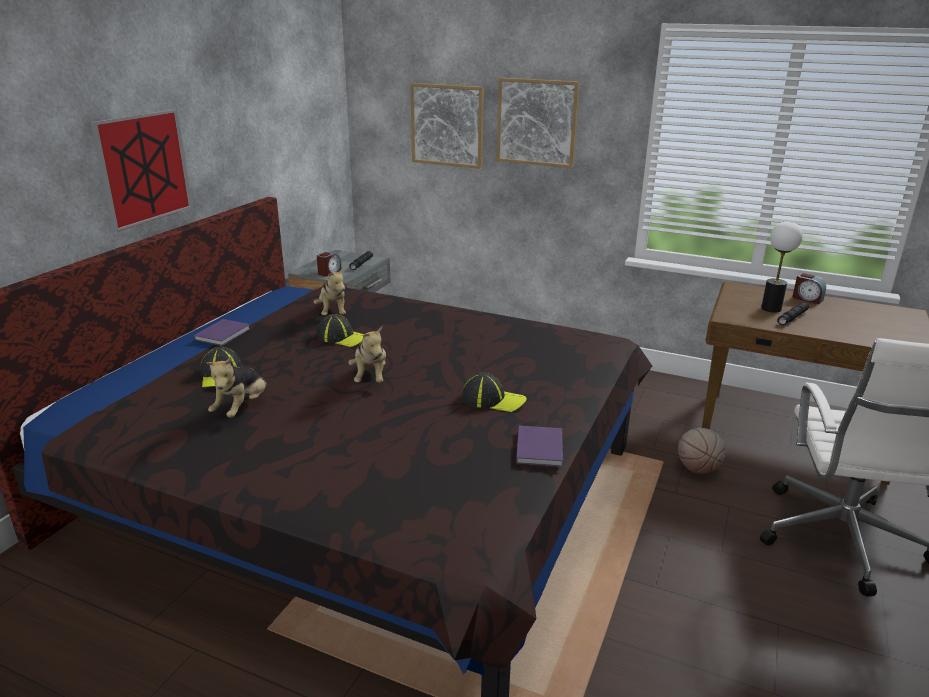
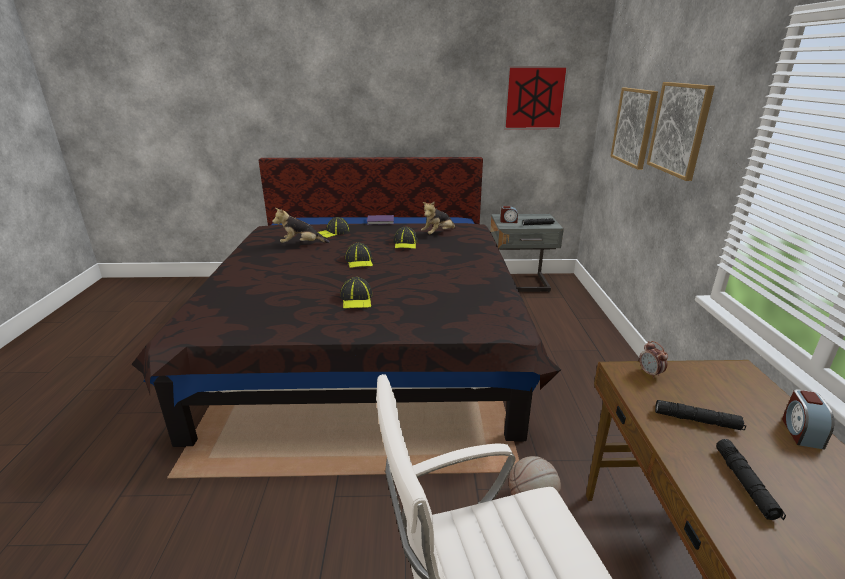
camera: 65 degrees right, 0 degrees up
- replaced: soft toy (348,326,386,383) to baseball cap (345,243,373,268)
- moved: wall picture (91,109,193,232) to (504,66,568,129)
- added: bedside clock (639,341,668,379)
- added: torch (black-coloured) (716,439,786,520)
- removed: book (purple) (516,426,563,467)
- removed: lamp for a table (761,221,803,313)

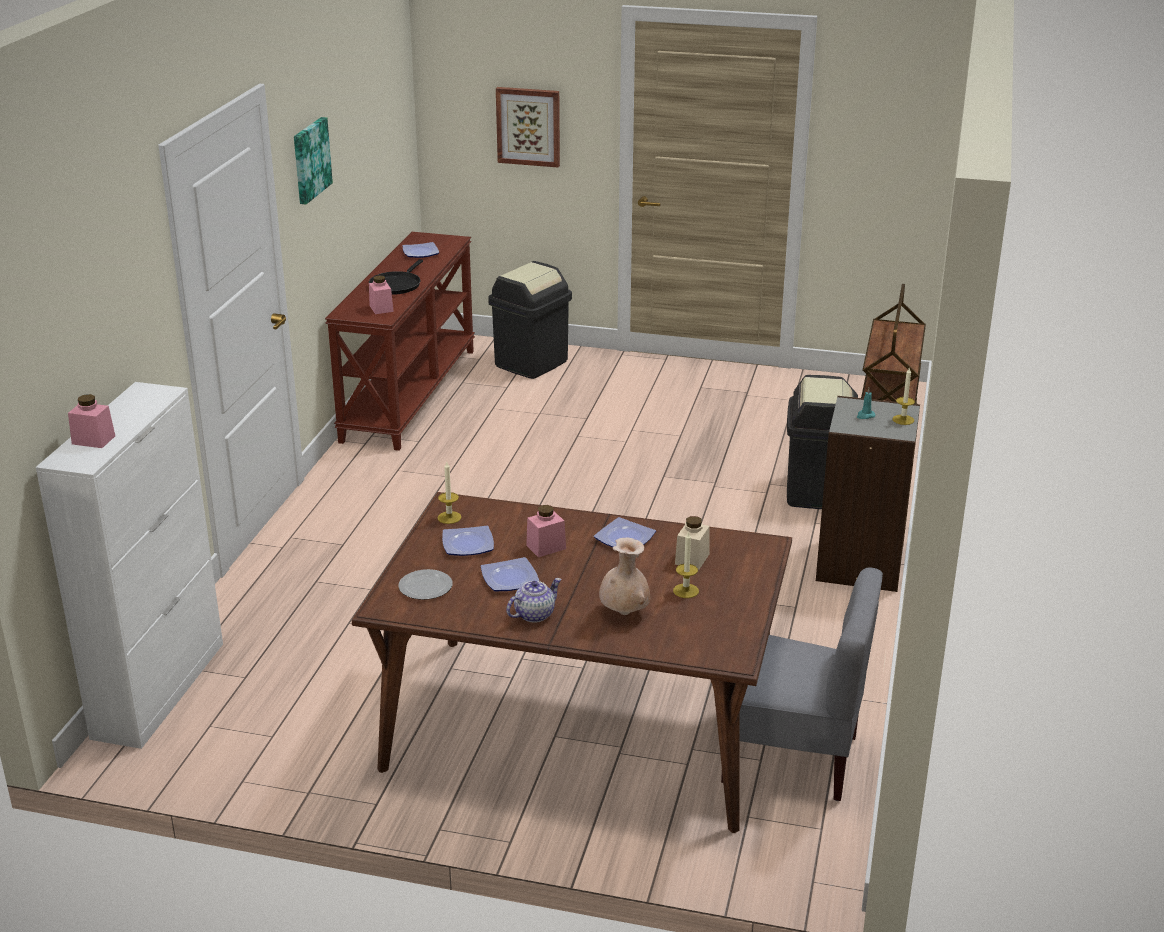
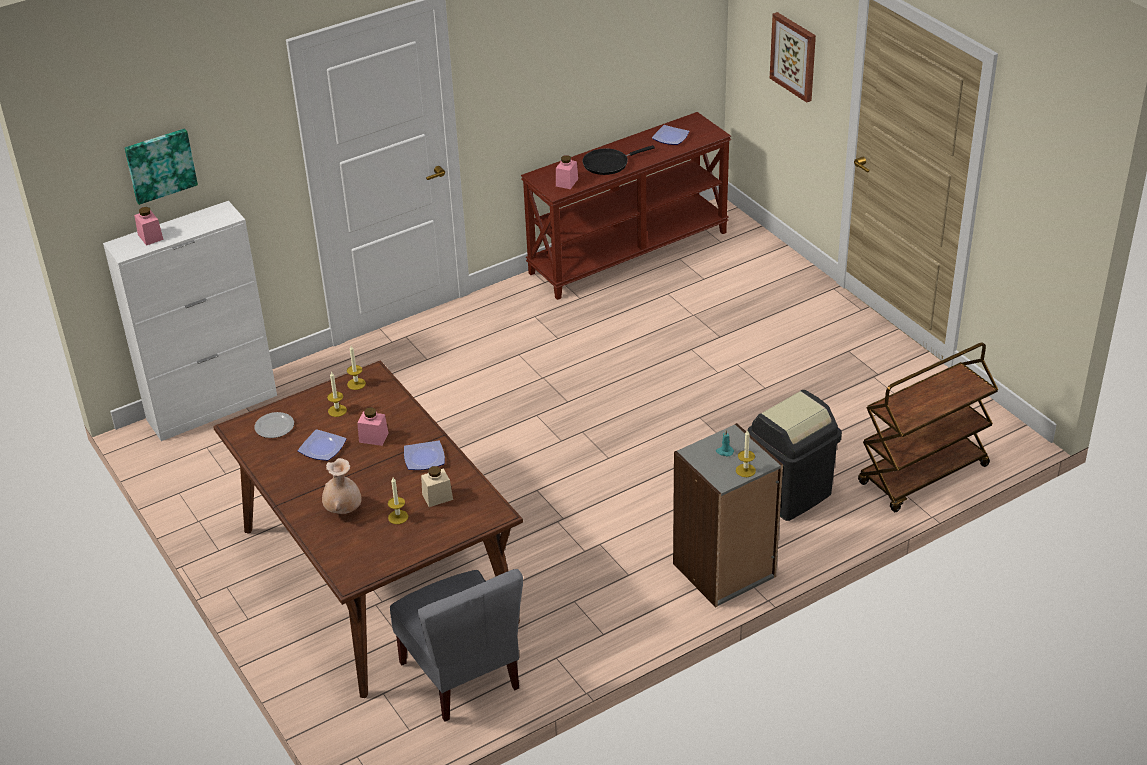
camera: 45 degrees right, 10 degrees up
- moved: wall picture (294,117,333,204) to (124,129,198,205)
- replaced: dinner plate (442,526,494,556) to candle (327,371,347,417)
- removed: rubbish bin (black-coloured) (488,261,572,379)
- removed: teapot (506,578,562,623)

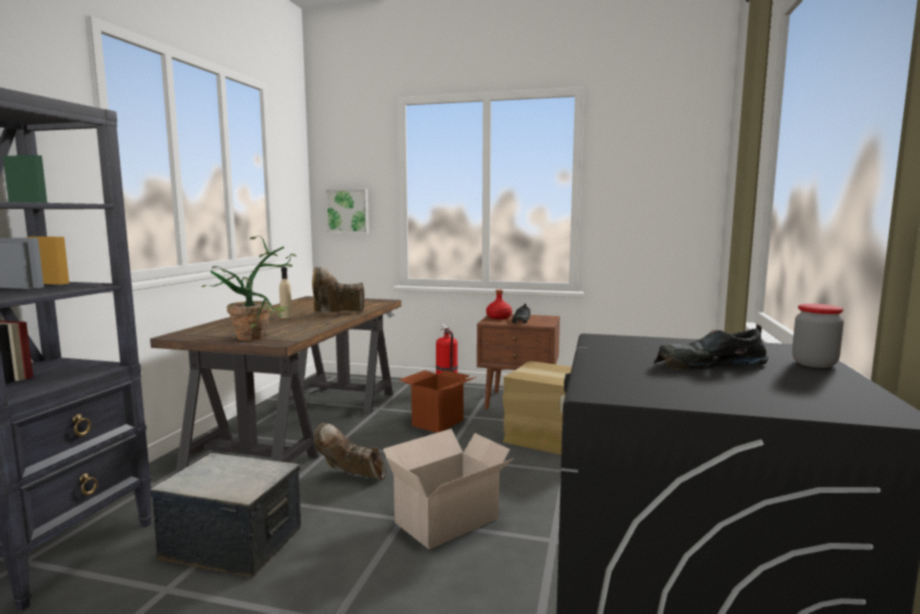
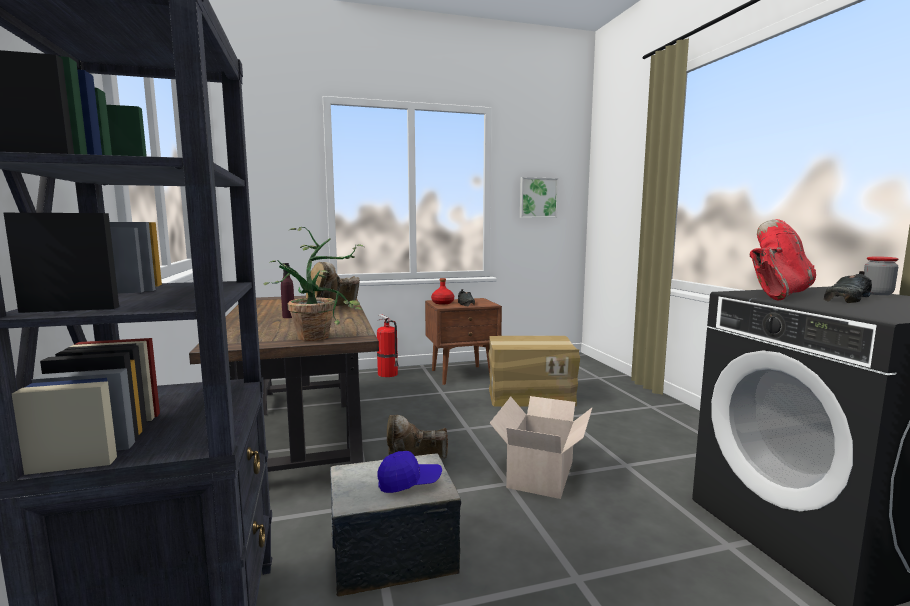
camera: 30 degrees left, 0 degrees up
- recoloured: beverage bottle (beige) (279,267,292,318) to beverage bottle (purple) (281,263,294,318)
- added: baseball cap (blue) (377,451,442,493)
- moved: wall picture (325,189,369,234) to (520,177,559,218)
- added: high-top boot (red) (750,219,816,300)
- removed: packing box (399,370,476,433)

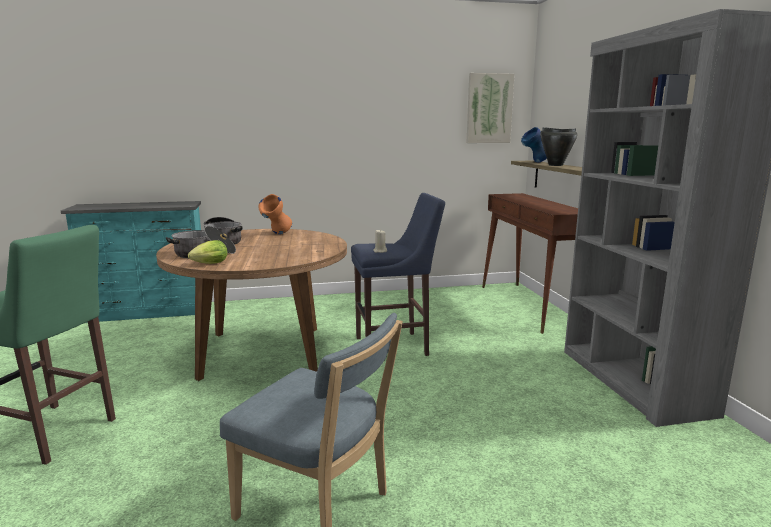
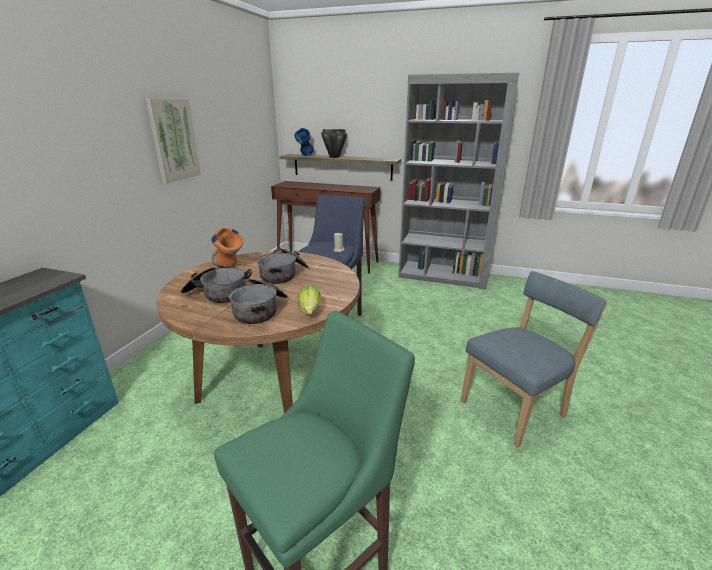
camera: 60 degrees left, 10 degrees up
- moved: wall picture (466,73,515,143) to (146,98,201,183)
- added: saucepot (257,248,309,284)

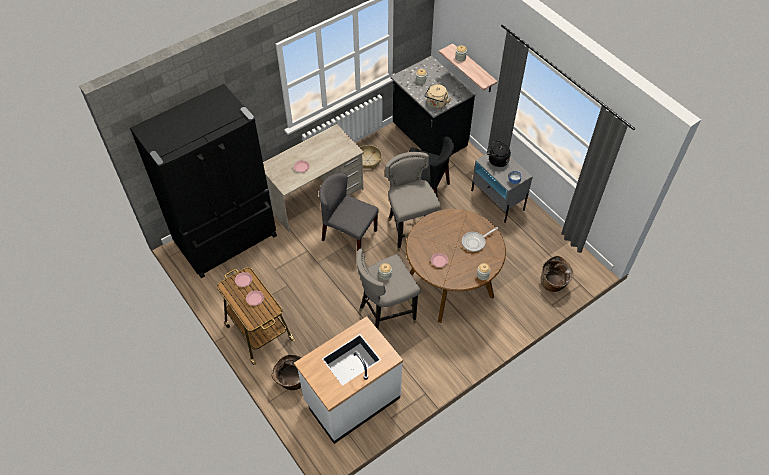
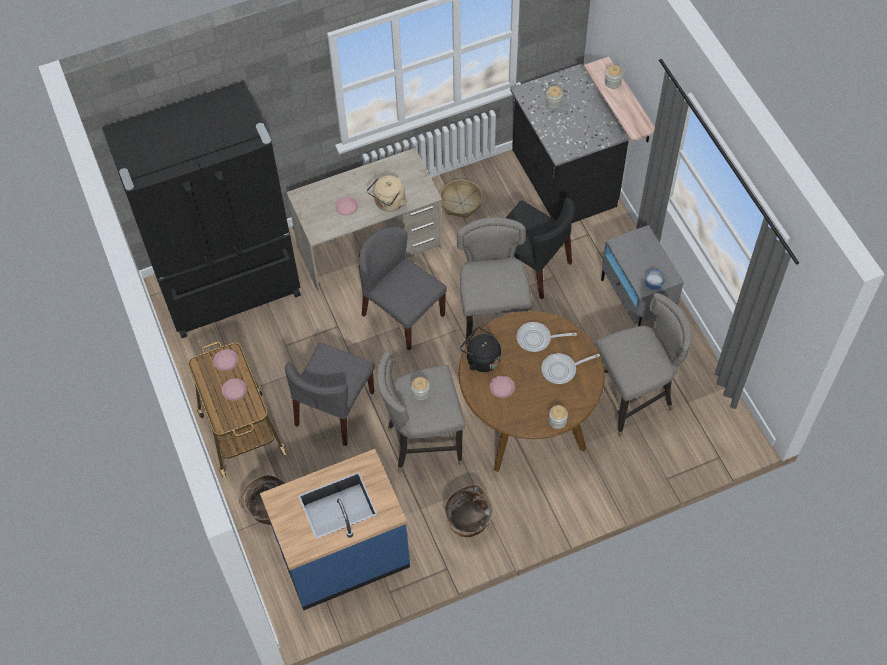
camera: 15 degrees right, 5 degrees up
- recoloured: kitchen base unit (whitish) (294,316,403,444) to kitchen base unit (blue) (260,449,410,610)
- added: chair (gray) (285,343,375,446)
- moved: kettle (beige) (425,84,452,109) to (367,176,408,212)
- moved: basket (541,256,574,292) to (445,484,493,537)
- moved: kettle (black-coloured) (487,140,511,167) to (460,327,501,372)
- added: frying pan (517,322,577,352)
- added: stool (gray) (595,293,692,437)

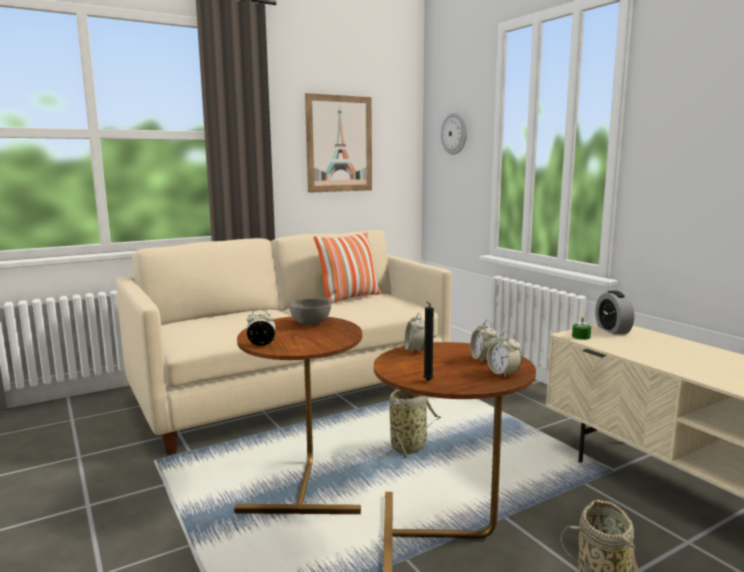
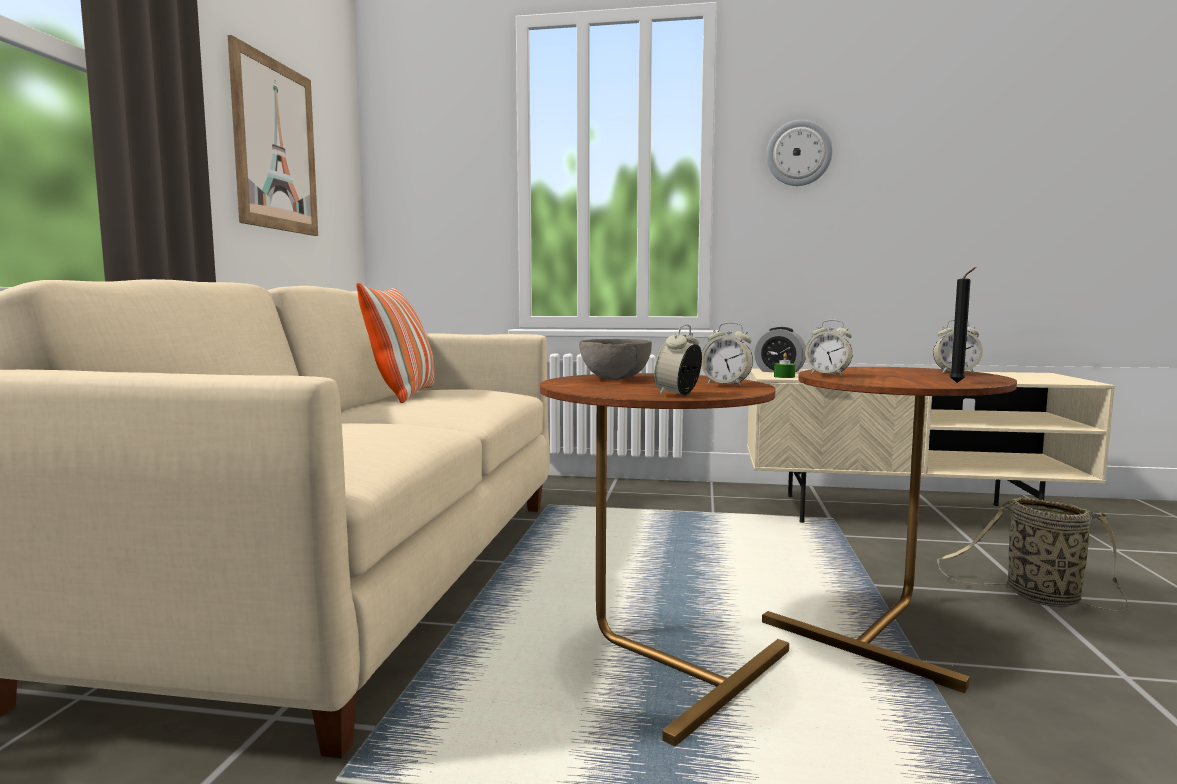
camera: 50 degrees left, 5 degrees down
- moved: bedside clock (470,320,497,363) to (701,322,753,386)
- moved: wall clock (441,113,467,155) to (766,120,833,186)
- removed: basket (382,390,441,460)

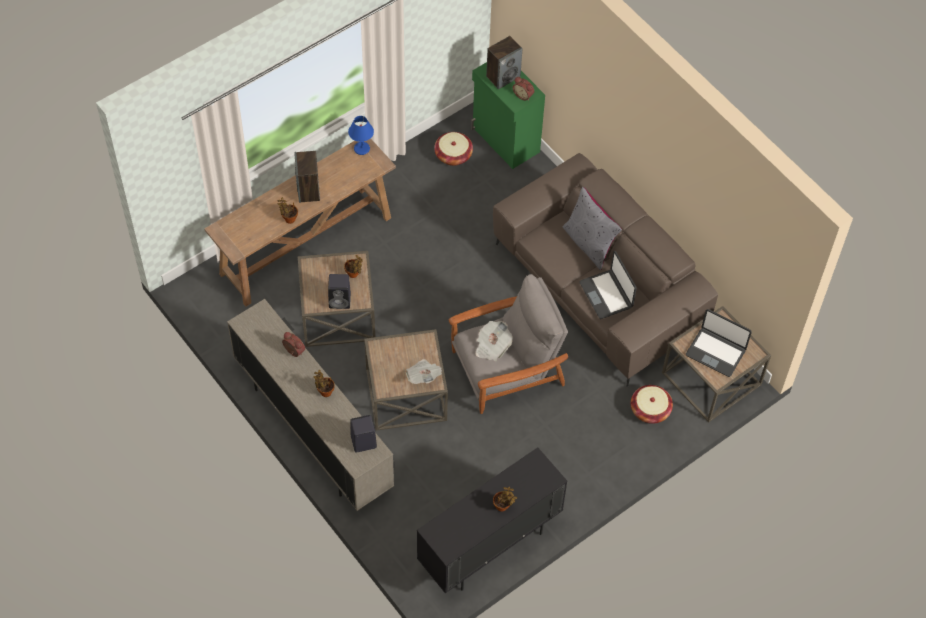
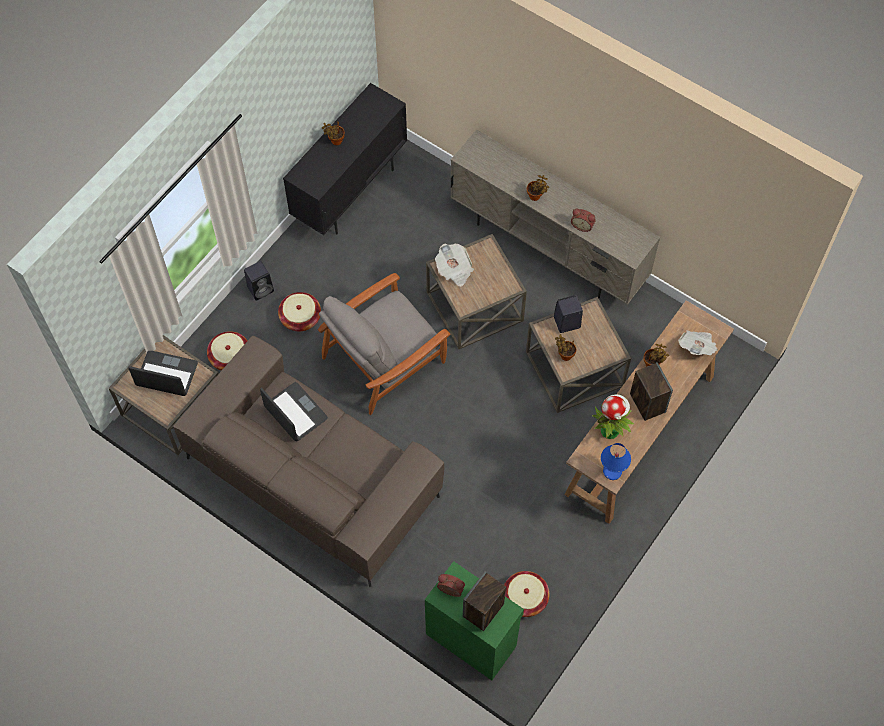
camera: 165 degrees right, 5 degrees up
- moved: loudspeaker (black-coloured) (350,415,377,453) to (244,261,274,300)
- added: basket (278,292,321,331)
- added: plant in a pot (592,394,634,439)
- moved: daily paper (475,321,513,361) to (678,330,718,355)
- removed: pillow (gray) (563,187,622,270)

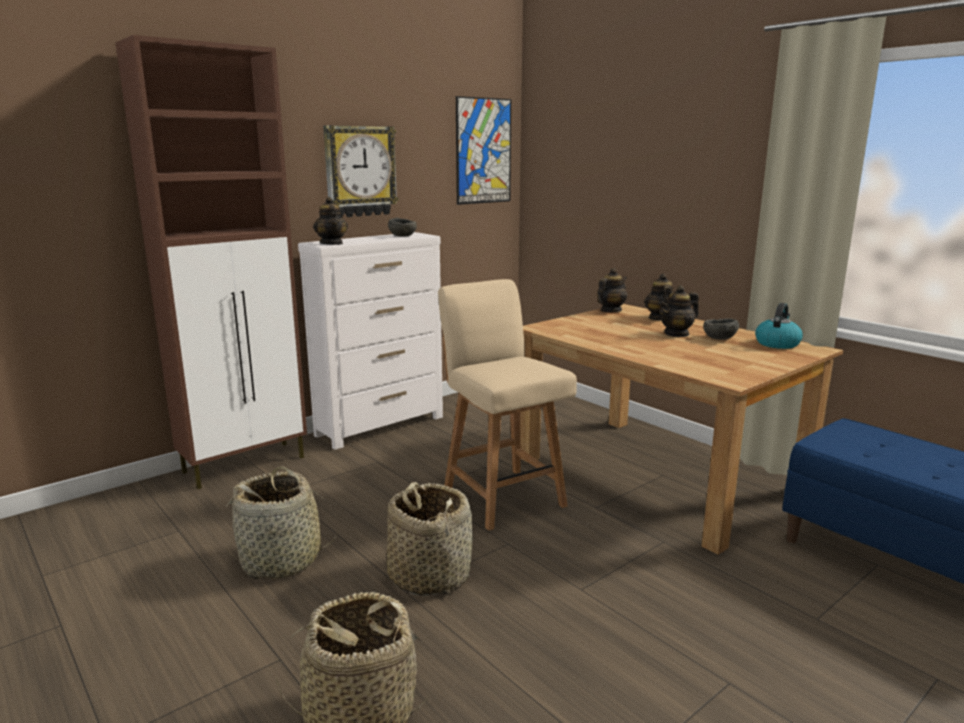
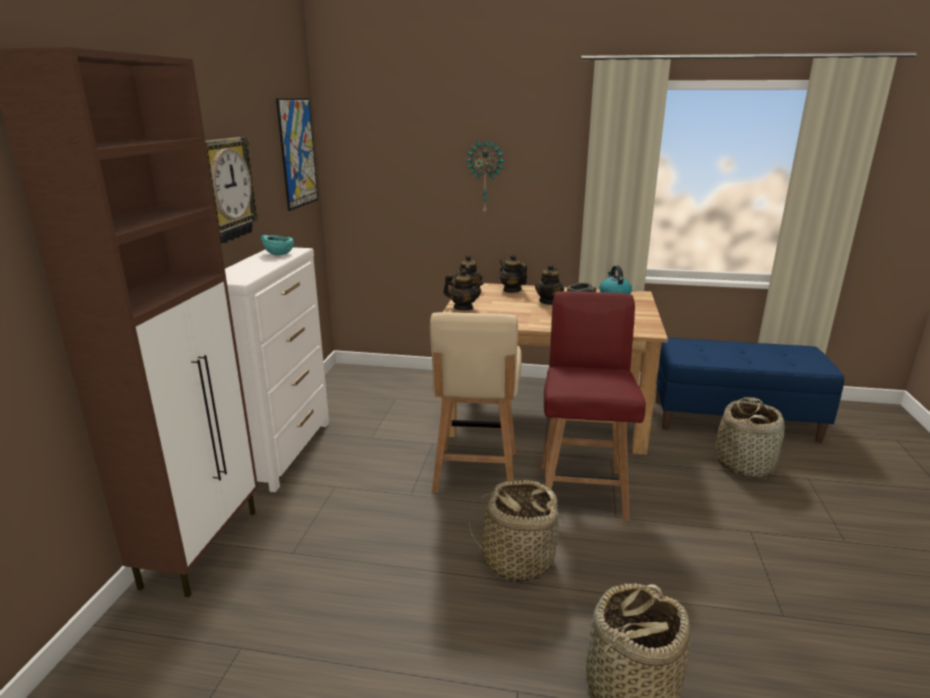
camera: 40 degrees left, 5 degrees up
- recoloured: serving bowl (gray) (388,218,417,237) to serving bowl (turquoise-coloured) (261,235,294,255)
- turned: chair (beige) (438,279,577,531) = (430,312,521,493) 105 degrees counterclockwise
- moved: teapot (313,197,348,245) to (443,269,483,310)
- added: wall clock (465,140,505,214)
- added: chair (red) (541,291,646,521)
- moved: basket (225,466,339,579) to (715,397,785,479)

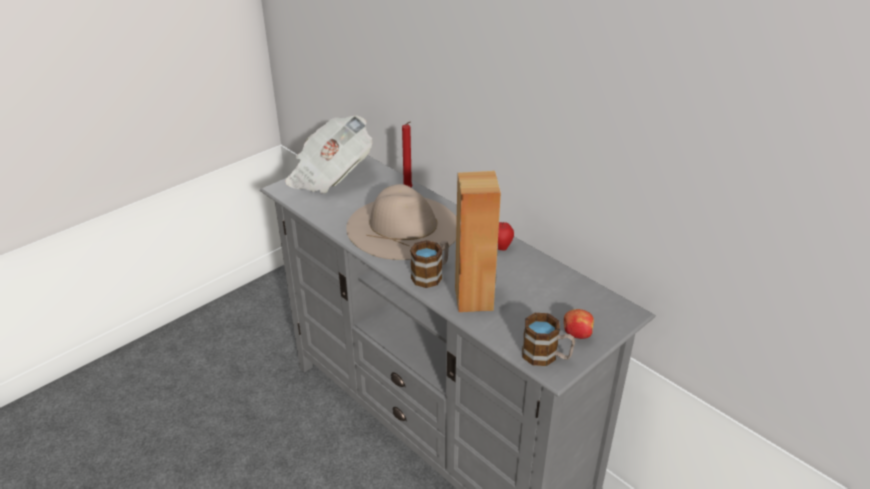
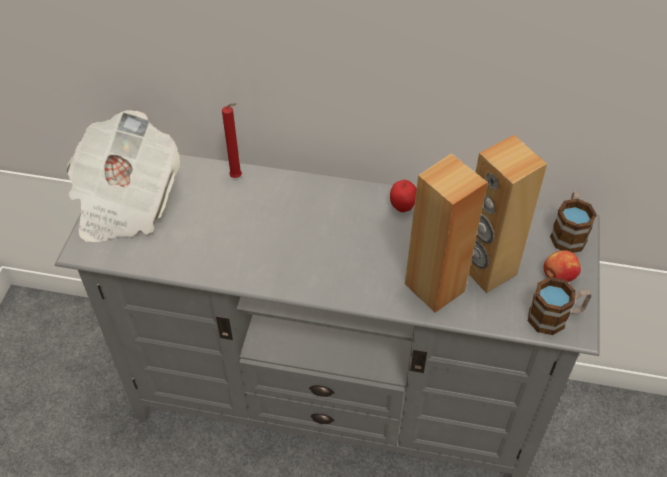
camera: 35 degrees left, 15 degrees up
- added: loudspeaker (brownish) (469,135,547,293)
- moved: coffee mug (410,240,449,288) to (550,191,597,253)
- removed: wearable hat (beige) (346,184,457,260)

